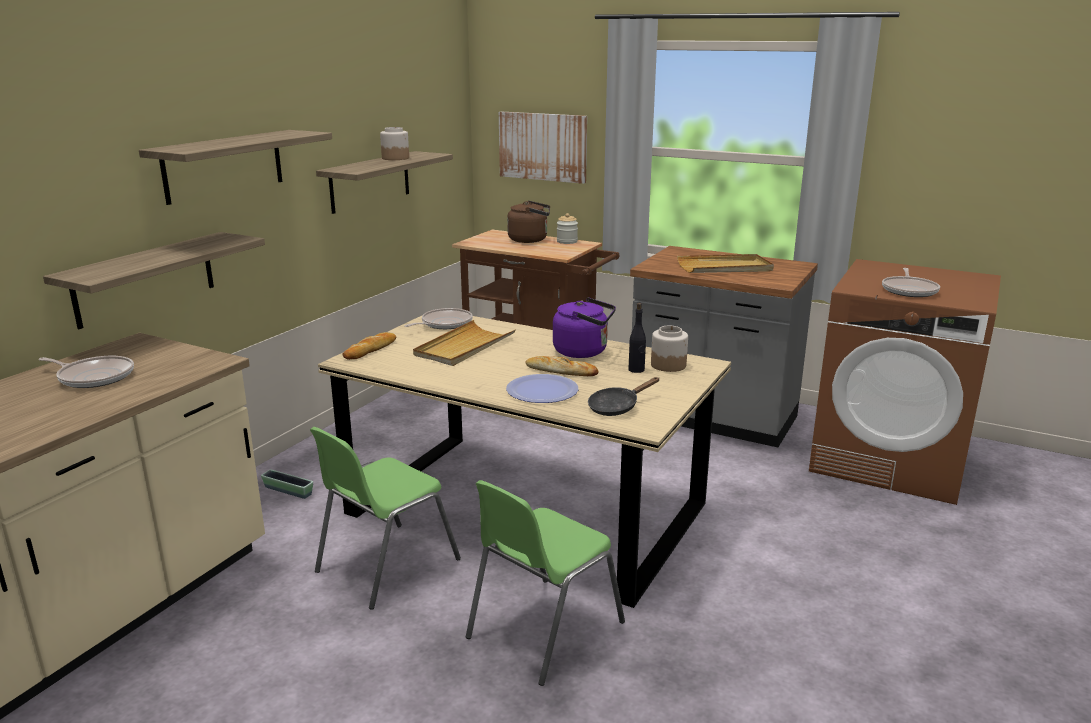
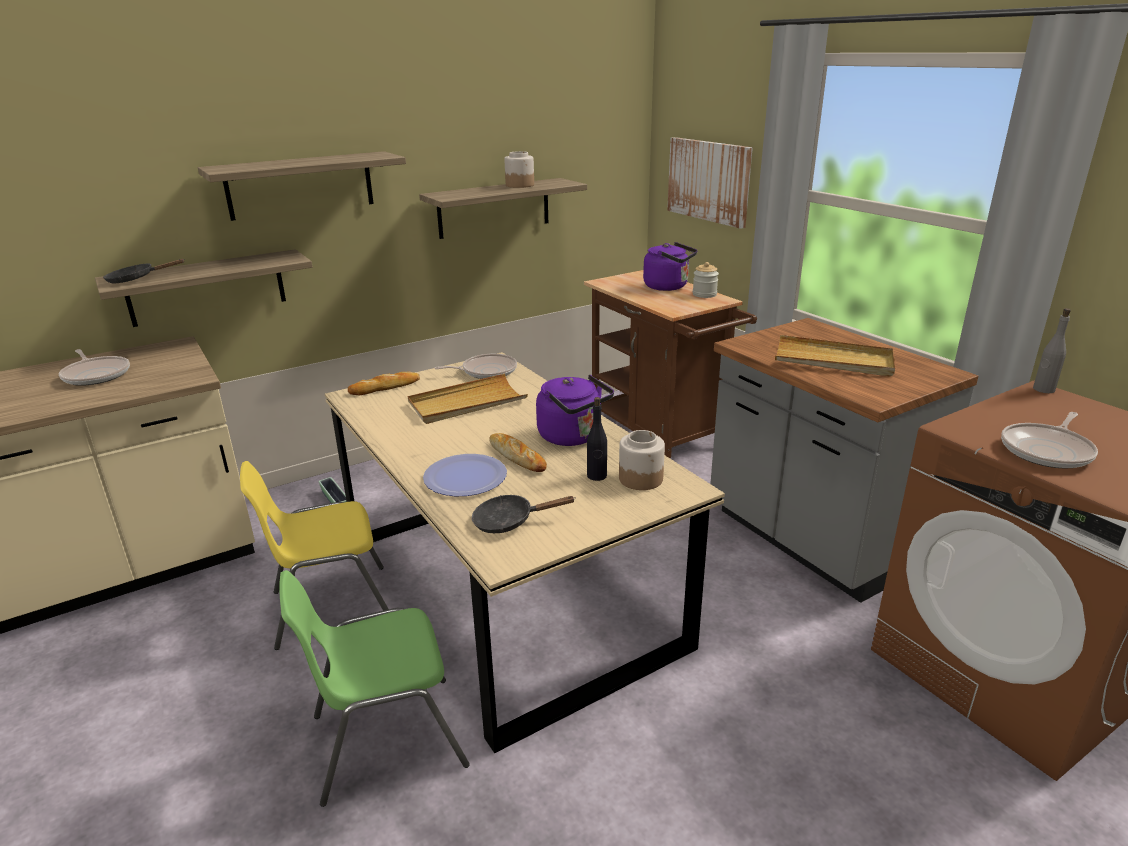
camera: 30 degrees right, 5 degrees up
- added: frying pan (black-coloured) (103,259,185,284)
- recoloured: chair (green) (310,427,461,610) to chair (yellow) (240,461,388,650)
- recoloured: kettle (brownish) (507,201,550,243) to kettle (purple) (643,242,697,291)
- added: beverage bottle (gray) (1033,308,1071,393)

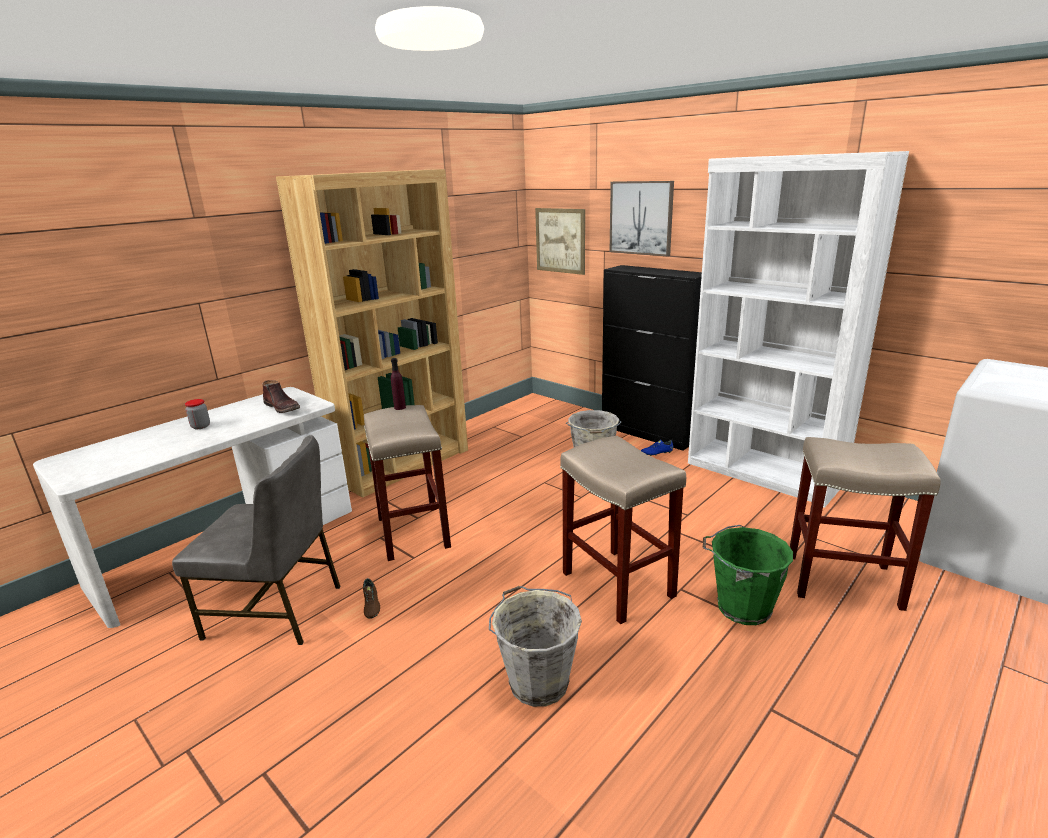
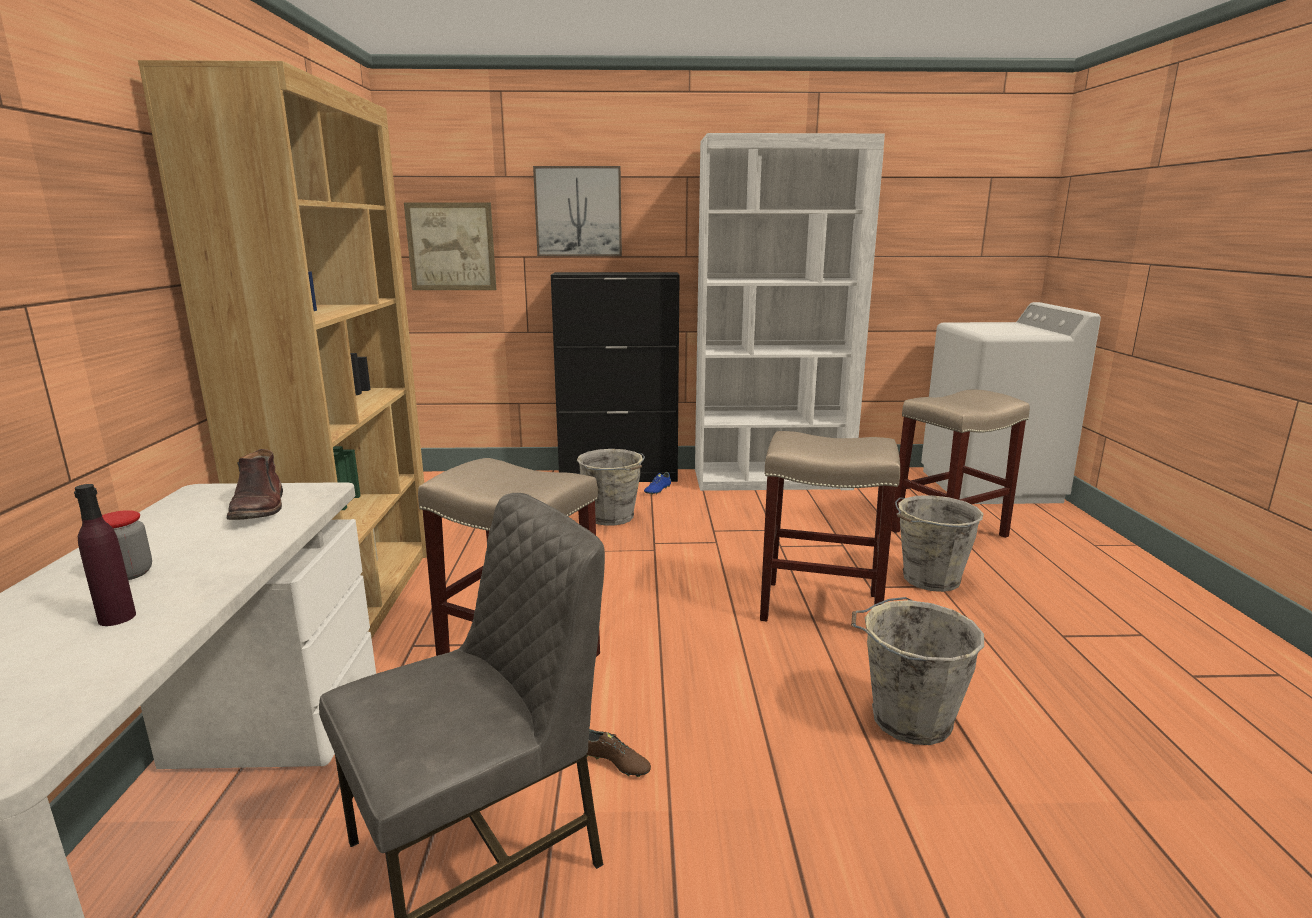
camera: 45 degrees left, 5 degrees down
- moved: beverage bottle (purple) (391,358,406,410) to (74,484,136,626)
- turned: high-top boot (brownish) (262,380,300,413) = (227,449,283,520) 75 degrees clockwise
- recoloured: water bucket (green) (703,525,793,625) to water bucket (gray) (895,495,983,592)

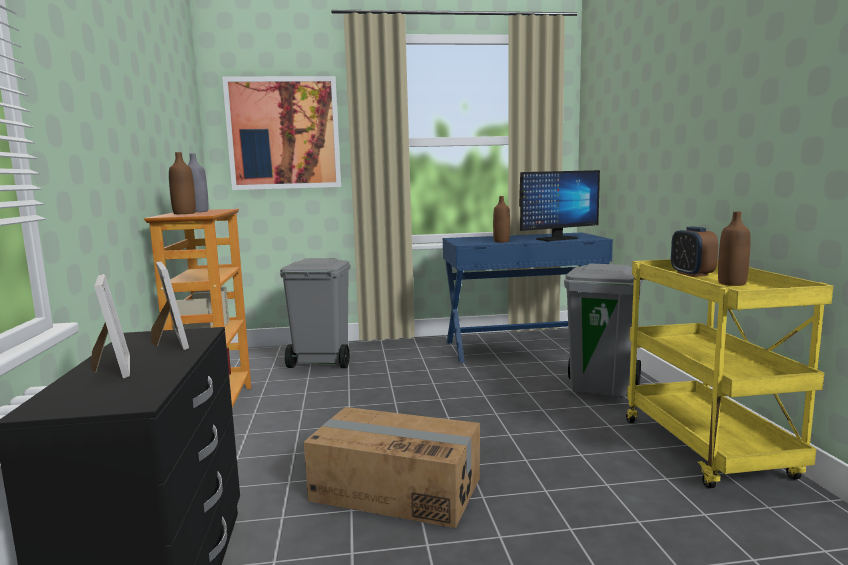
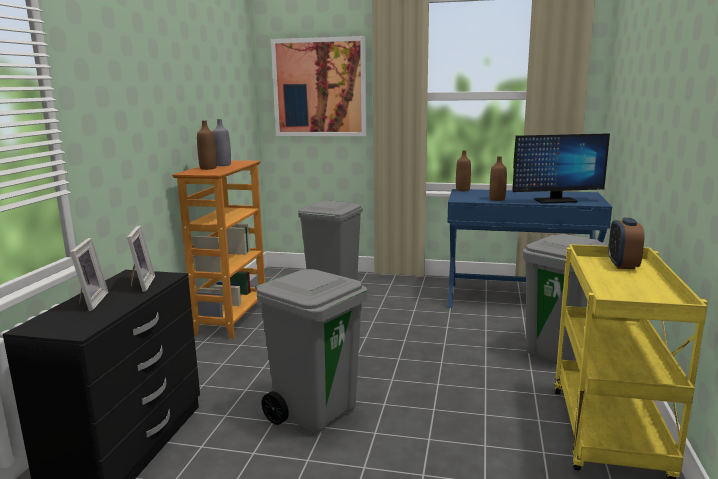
camera: 20 degrees right, 5 degrees up
- replaced: packing box (304,407,480,528) to rubbish bin (gray) (255,269,367,433)
- moved: beverage bottle (brownish) (718,211,751,286) to (456,150,471,191)

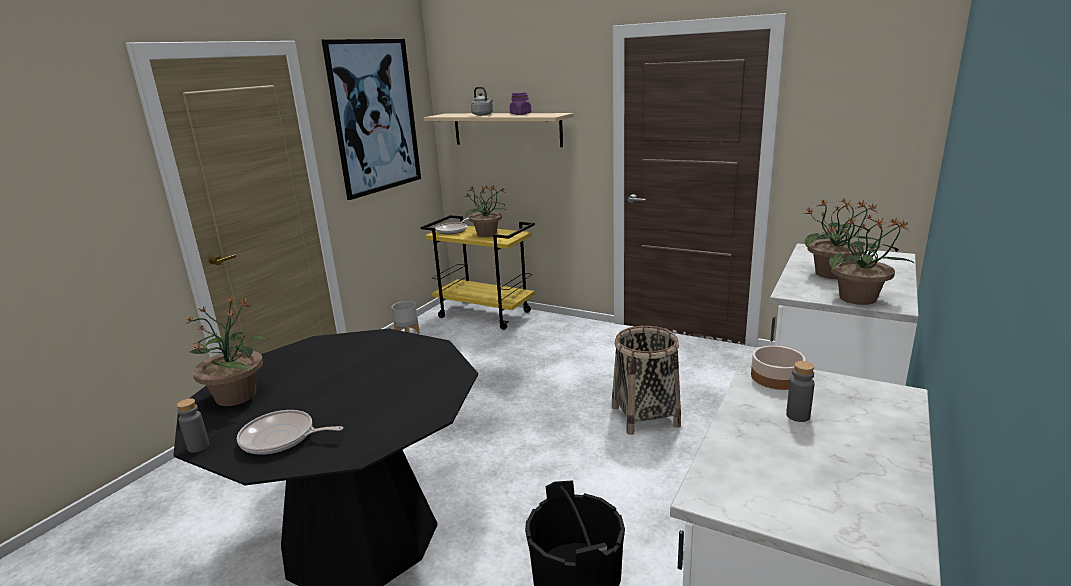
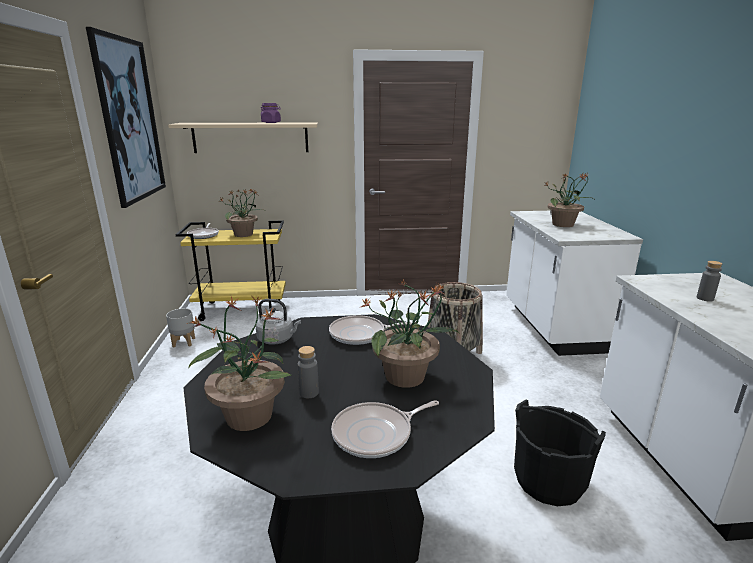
camera: 35 degrees left, 0 degrees up
- moved: kettle (gray) (471,87,493,116) to (256,299,301,345)
- moved: beverage bottle (gray) (176,398,209,453) to (298,346,319,398)
- added: frying pan (329,315,412,345)
- moved: plant in a pot (827,215,915,305) to (359,280,459,388)
- removed: serving bowl (751,346,806,390)

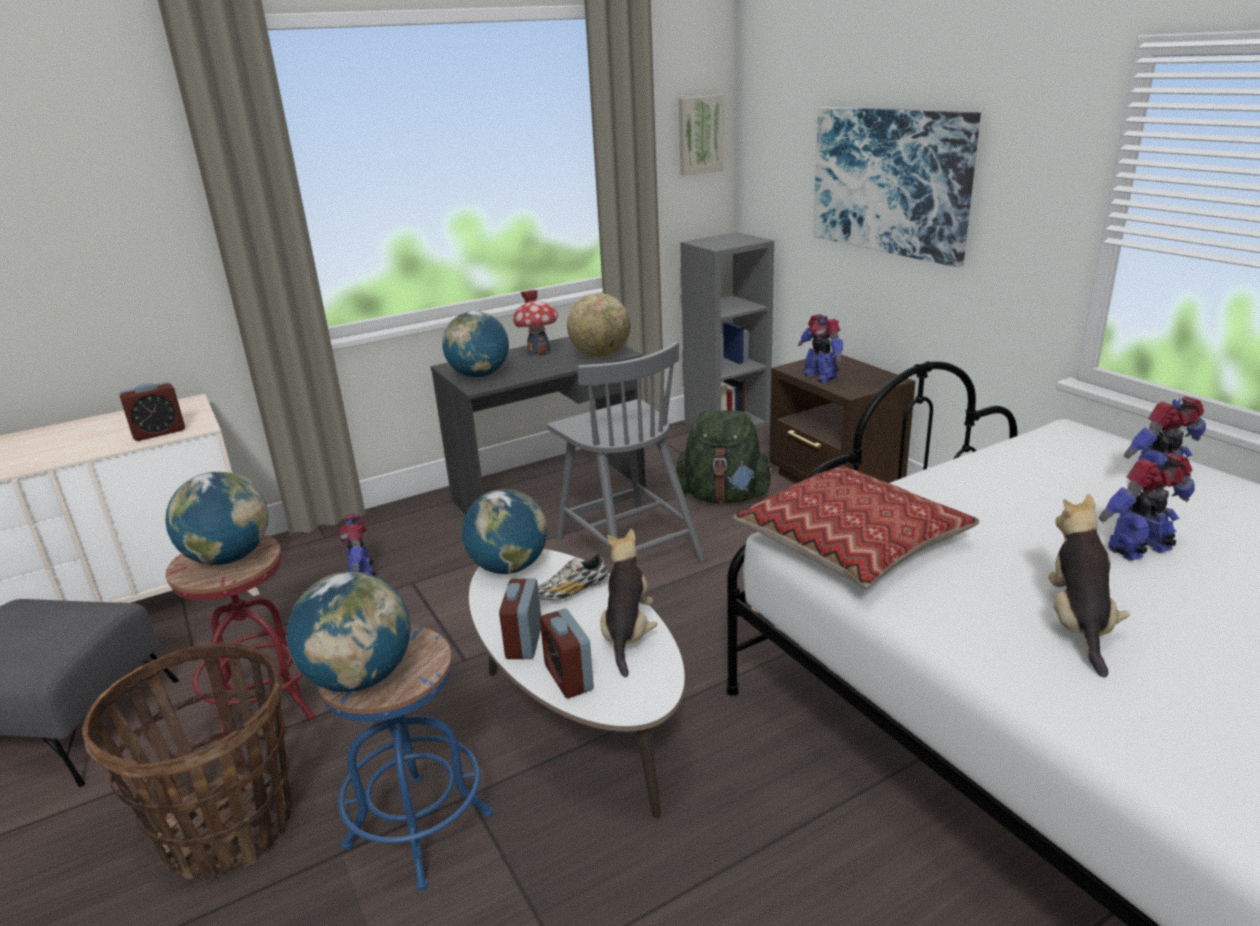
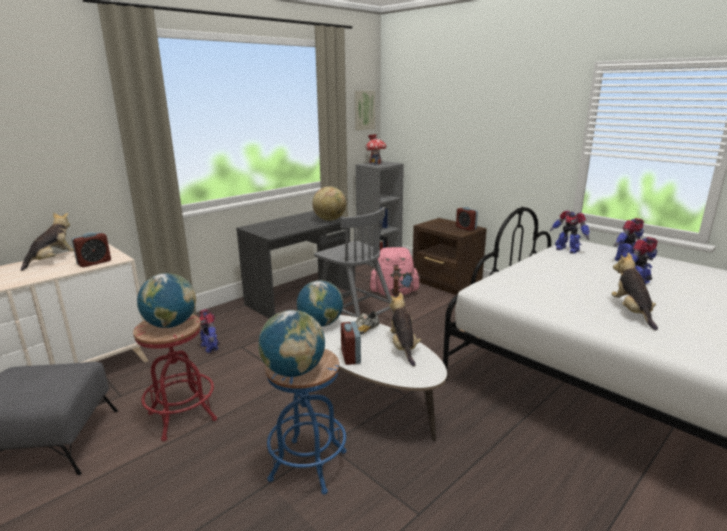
camera: 15 degrees left, 5 degrees down
- added: soft toy (21,212,74,271)
- moved: toy house (513,290,558,356) to (366,134,386,165)
- recoloured: knapsack (green) (676,410,774,503) to knapsack (pinkish) (369,247,421,296)
- moved: bedside clock (540,609,594,698) to (456,207,478,231)
- moved: model robot (798,314,843,383) to (550,210,590,254)
- removed: basket (82,642,291,879)
- removed: desk globe (442,311,509,378)
- removed: pillow (733,466,979,589)
- removed: wall picture (813,107,981,267)

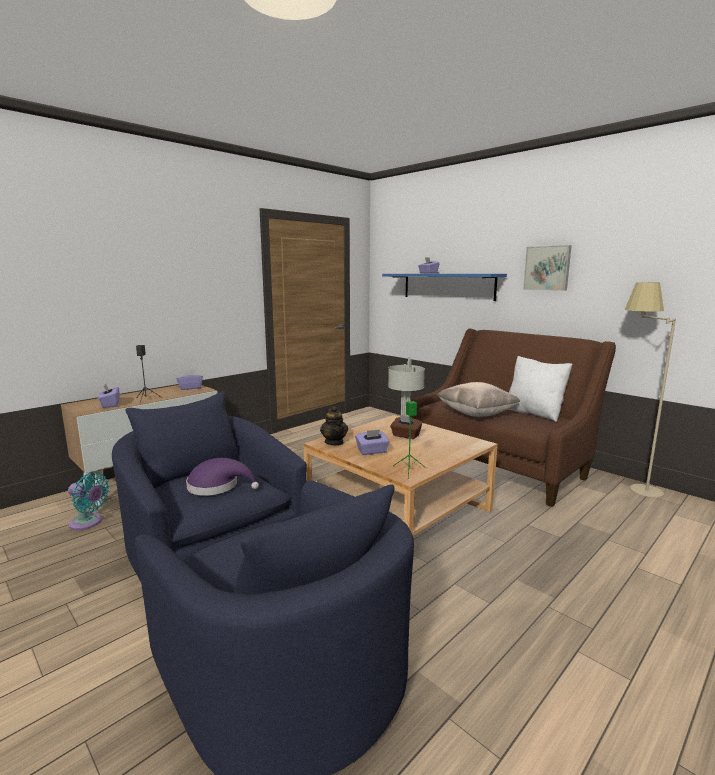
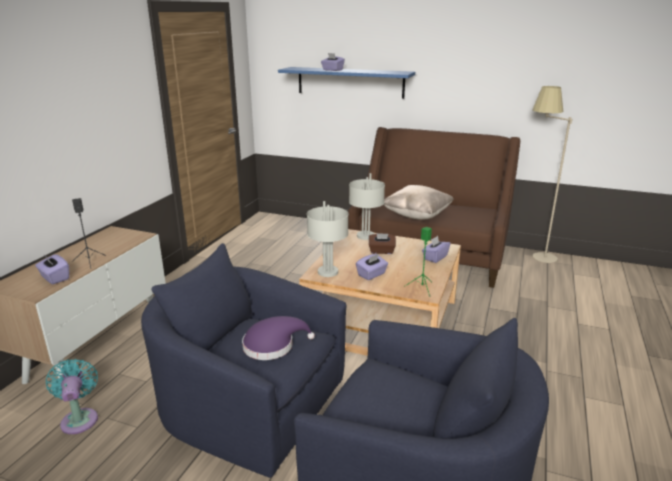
camera: 25 degrees left, 10 degrees up
- turned: electric fan (turquoise-coloured) (68,472,110,530) = (46,359,98,434) 105 degrees counterclockwise
- replaced: teapot (320,406,348,446) to lamp for a table (gray) (307,201,349,277)
- moved: tissue holder (purple) (177,369,203,390) to (422,236,450,263)
- removed: pillow (whitish) (508,356,572,422)
- removed: wall picture (523,245,572,291)

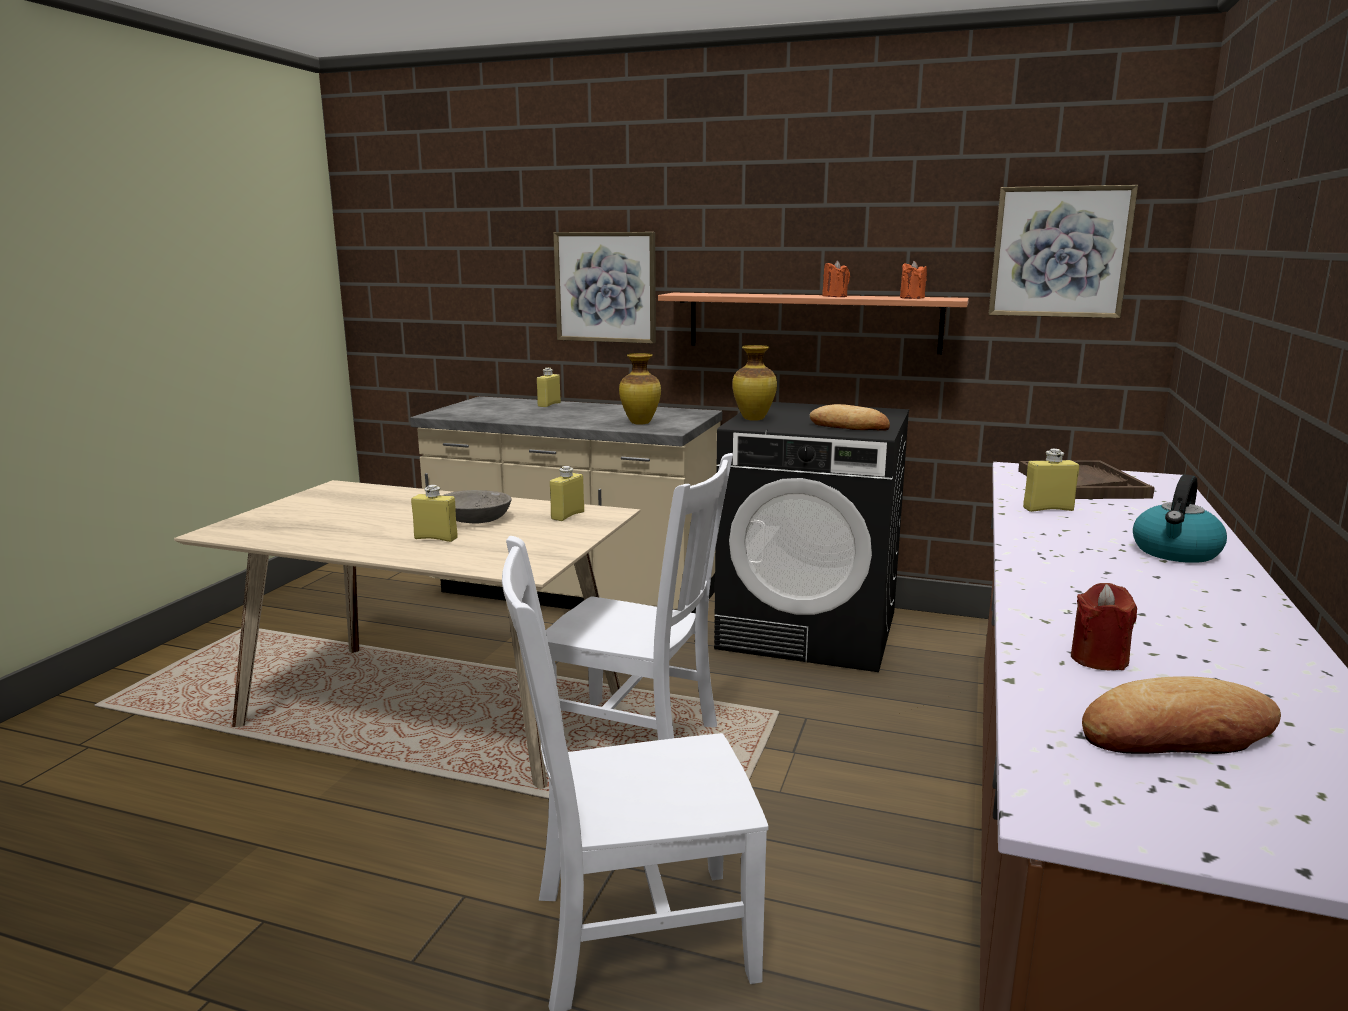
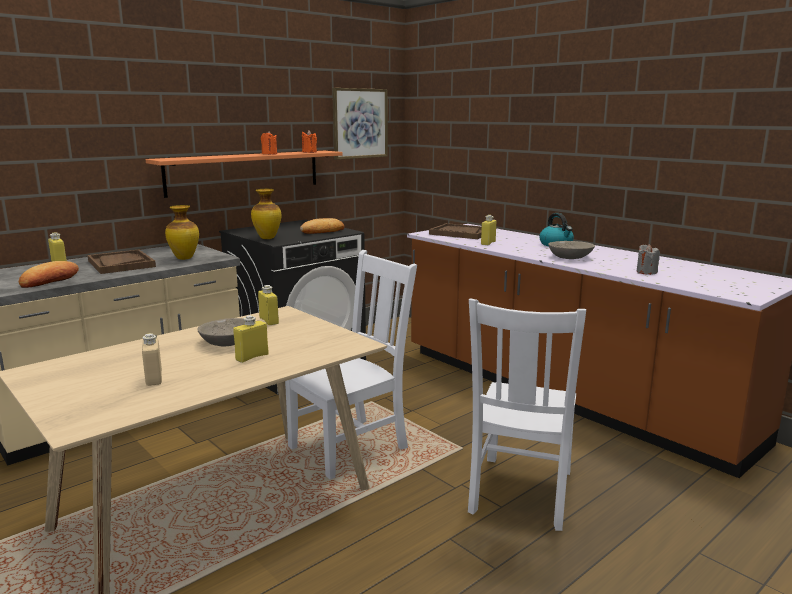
camera: 60 degrees left, 0 degrees up
- moved: bakery bread (1082,676,1281,754) to (19,261,79,288)
- added: tray (brownish) (88,249,156,274)
- added: beverage bottle (beige) (142,333,162,386)
- added: serving bowl (gray) (548,241,595,259)
- recoloured: candle (red) (1071,583,1137,670) to candle (gray) (637,244,660,275)
- removed: wall picture (553,232,656,344)

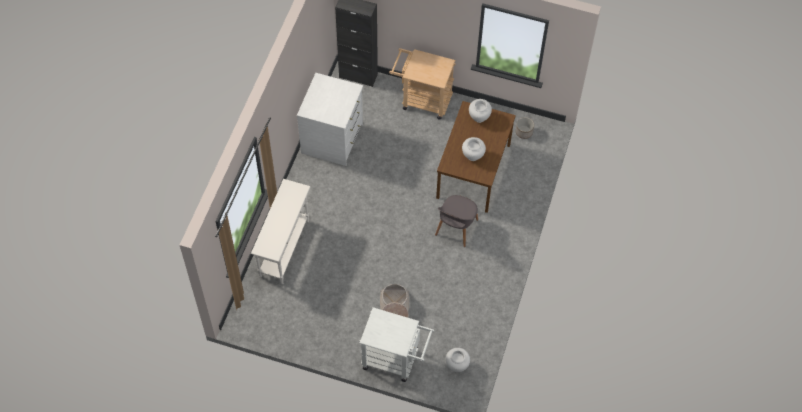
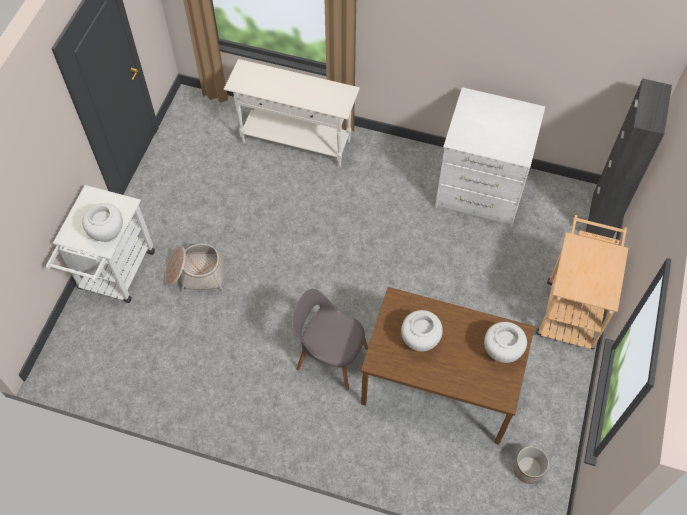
camera: 90 degrees right, 0 degrees up
- moved: flower vase (whitish) (446,348,470,372) to (82,203,123,242)

